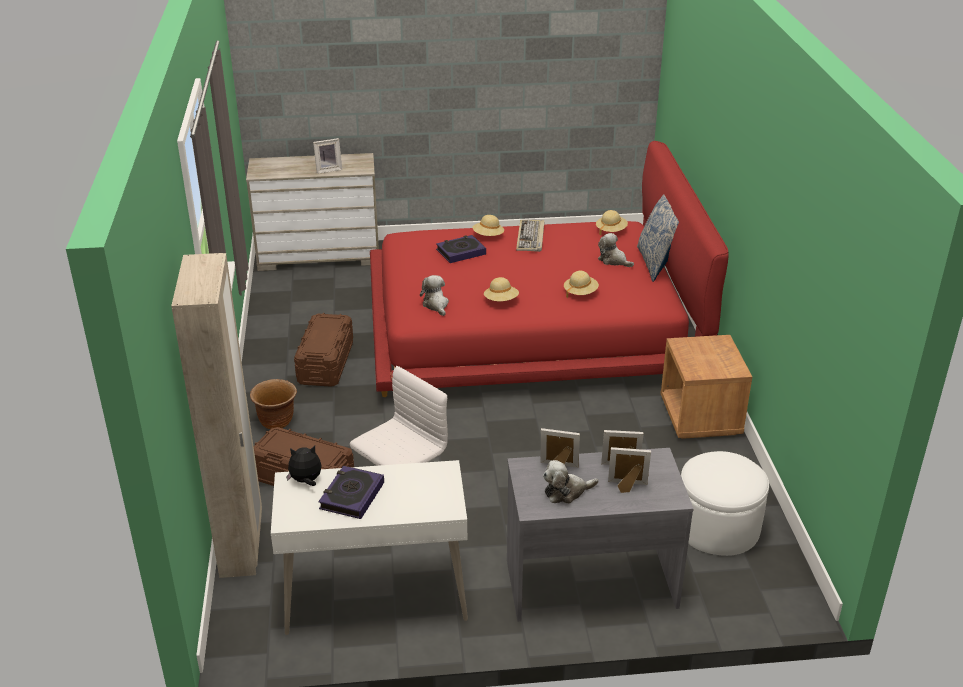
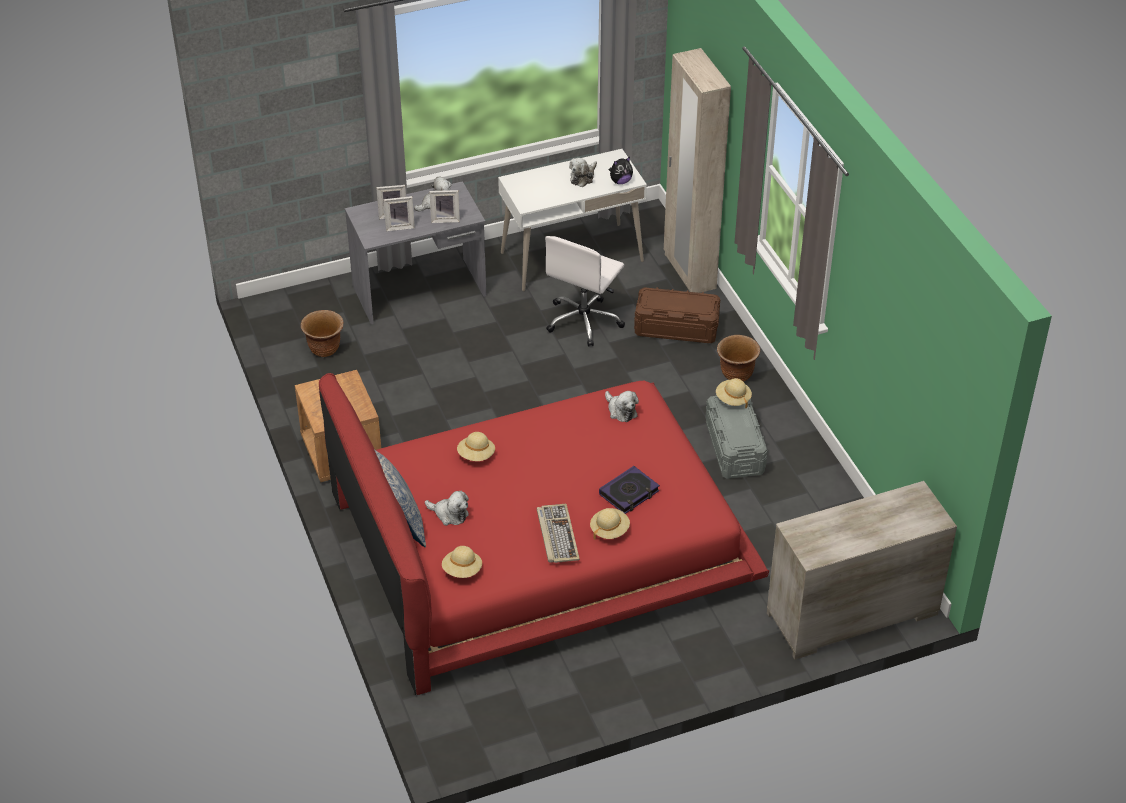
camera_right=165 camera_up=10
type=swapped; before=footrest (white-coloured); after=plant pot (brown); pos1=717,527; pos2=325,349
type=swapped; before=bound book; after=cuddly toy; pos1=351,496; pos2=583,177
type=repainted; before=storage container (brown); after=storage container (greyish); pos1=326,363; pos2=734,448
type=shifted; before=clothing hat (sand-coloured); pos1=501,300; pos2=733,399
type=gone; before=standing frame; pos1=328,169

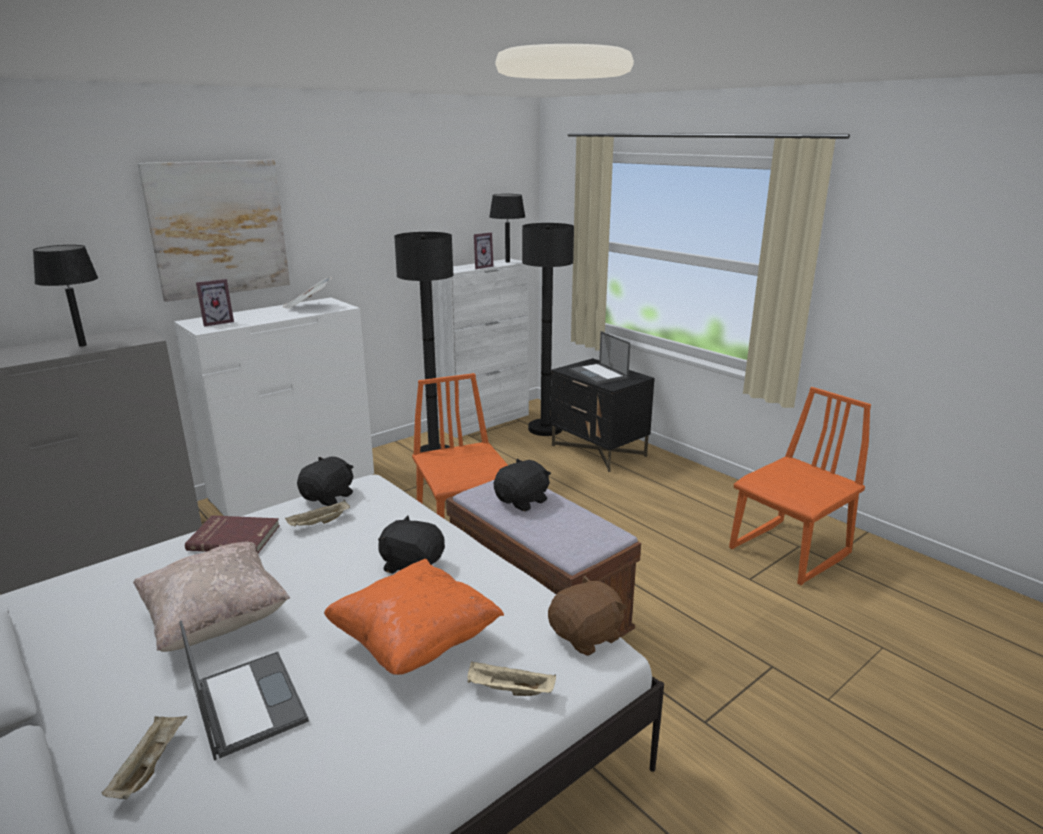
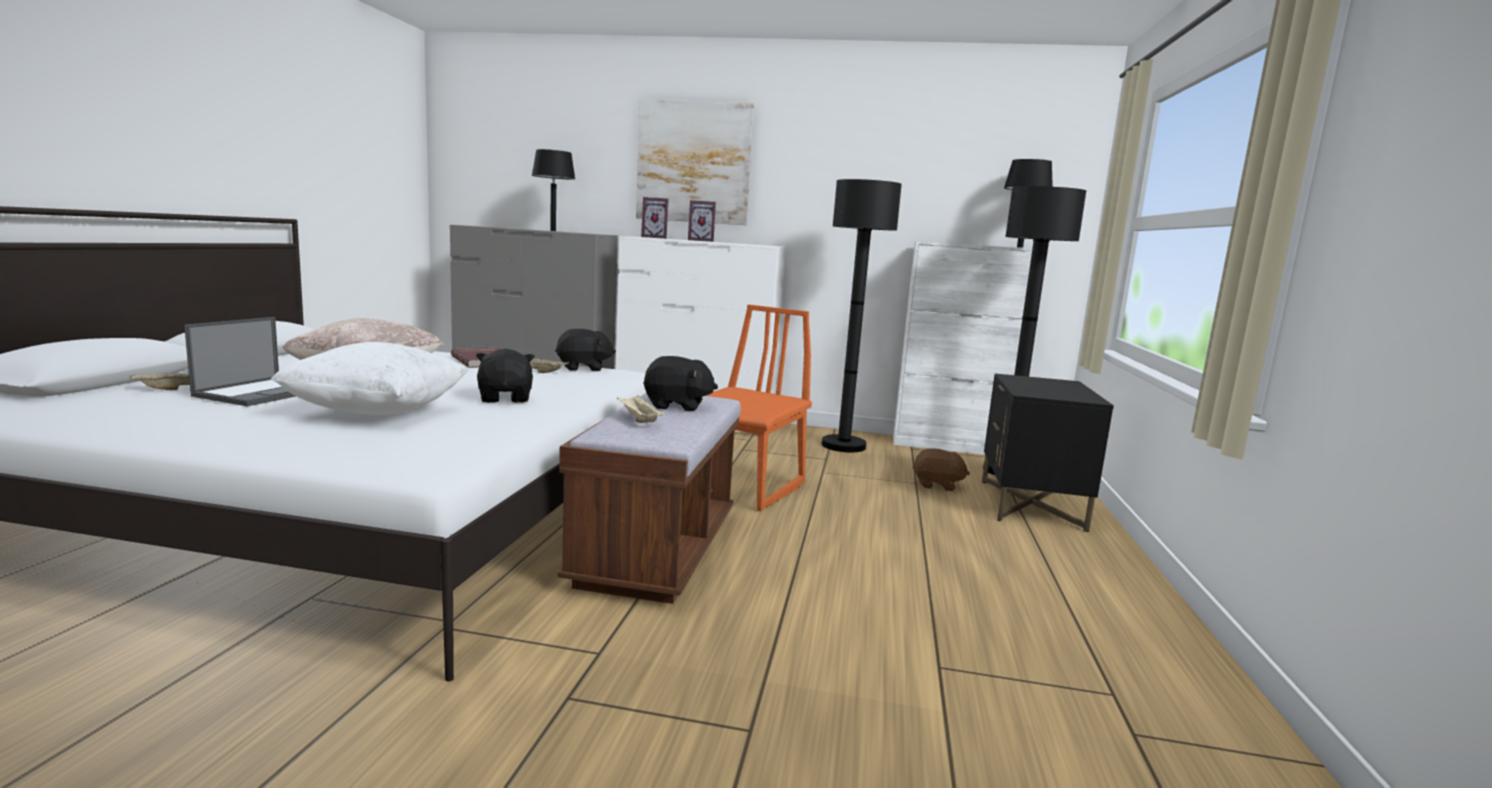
camera_right=50 camera_up=-10
type=repainted; before=throw pillow (orange); after=throw pillow (white-coloured); pos1=415,642; pos2=377,412
type=shifted; before=carrying tray (sand-coloured); pos1=509,691; pos2=638,419
type=shifted; before=standing frame; pos1=480,267; pos2=702,241
type=shifted; before=cuddly toy (brown); pos1=586,636; pos2=937,485
type=gone; before=daily paper; pos1=307,307
type=gone; before=laptop; pos1=599,374
type=gone; before=chair (orange); pos1=790,552

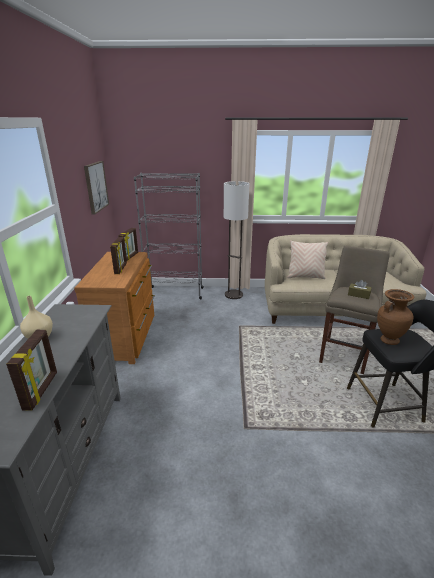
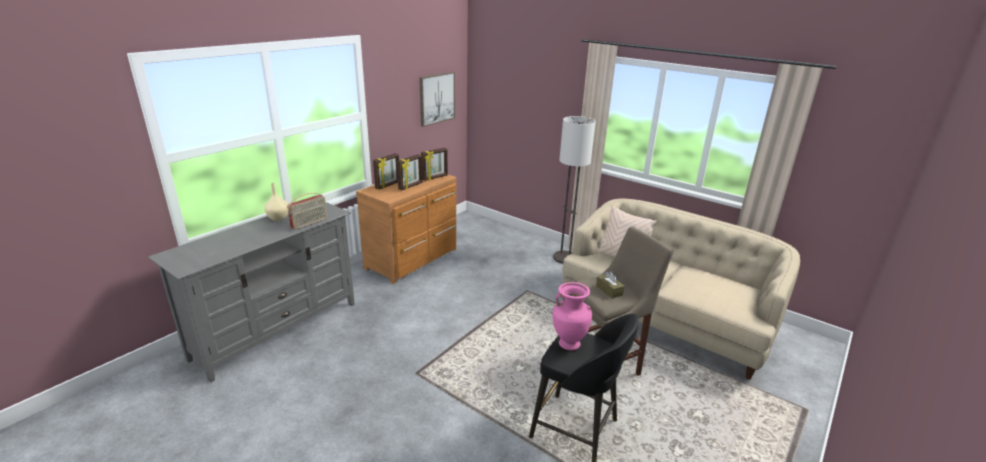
camera_right=35 camera_up=0
type=new; after=radio; pos2=309,223
type=shifted; before=standing frame; pos1=42,390; pos2=388,185
type=repainted; before=flower vase (brown); after=flower vase (pinkish); pos1=388,340; pos2=569,344
type=gone; before=shelving unit (greyish); pos1=175,293

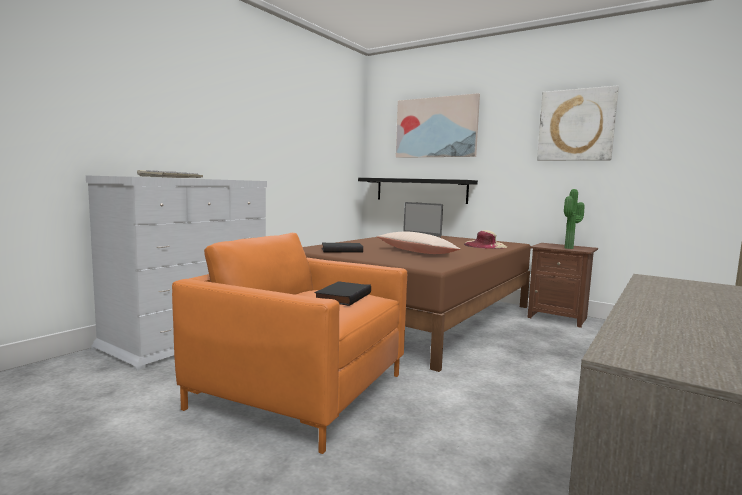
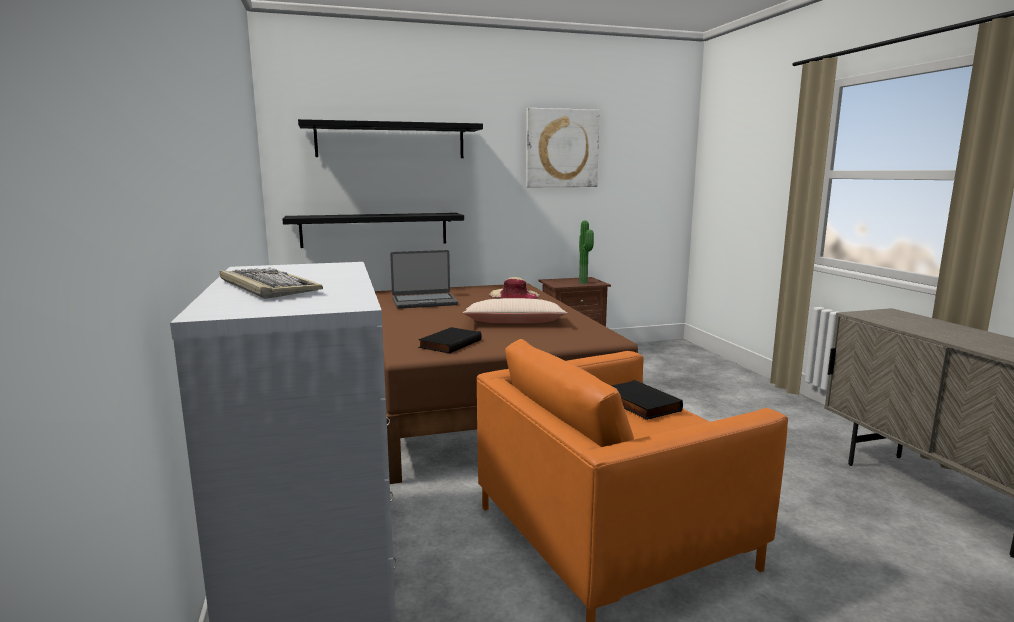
camera_right=-50 camera_up=5
type=swapped; before=picture; after=shelf (black-coloured); pos1=436,127; pos2=391,141

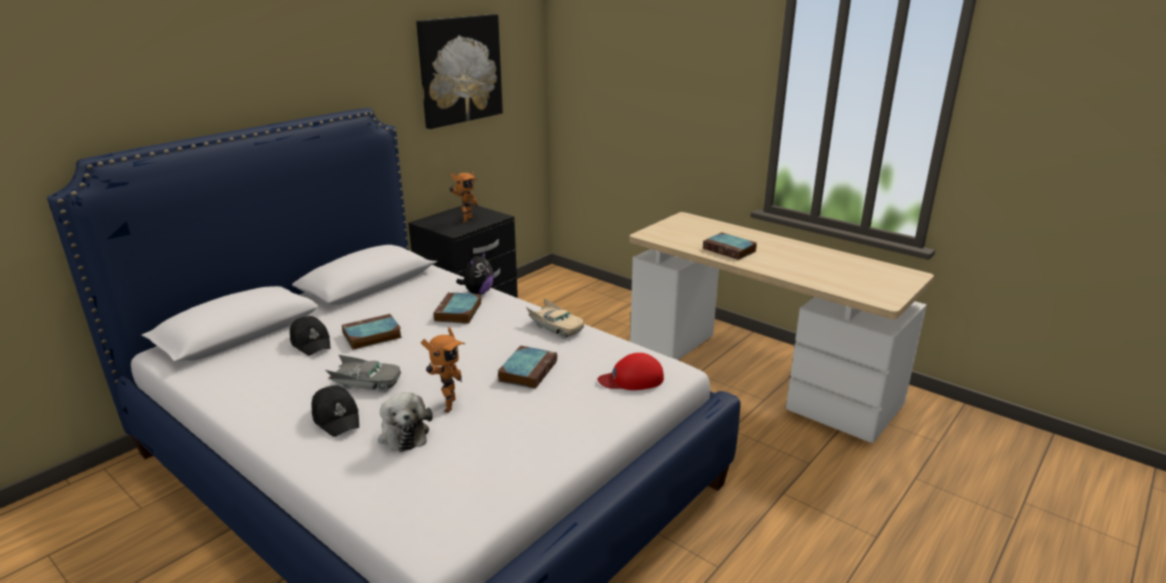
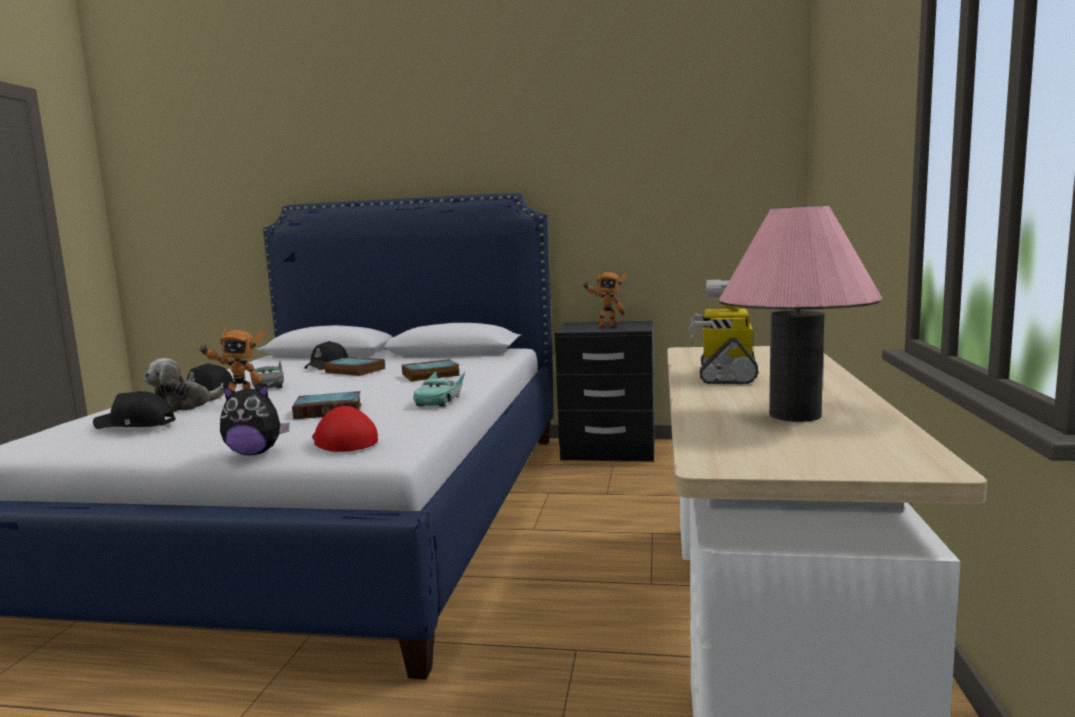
camera_right=60 camera_up=-15
type=new; after=peaked cap (black-coloured); pos2=135,424
type=shifted; before=cuddly toy; pos1=478,292; pos2=255,453
type=repainted; before=miniature car (sand-coloured); after=miniature car (turquoise); pos1=556,327; pos2=440,400
type=swapped; before=bound book; after=toy robot; pos1=730,250; pos2=725,375
type=new; after=table lamp (pinkish); pos2=795,415
type=gone; before=picture; pos1=460,70

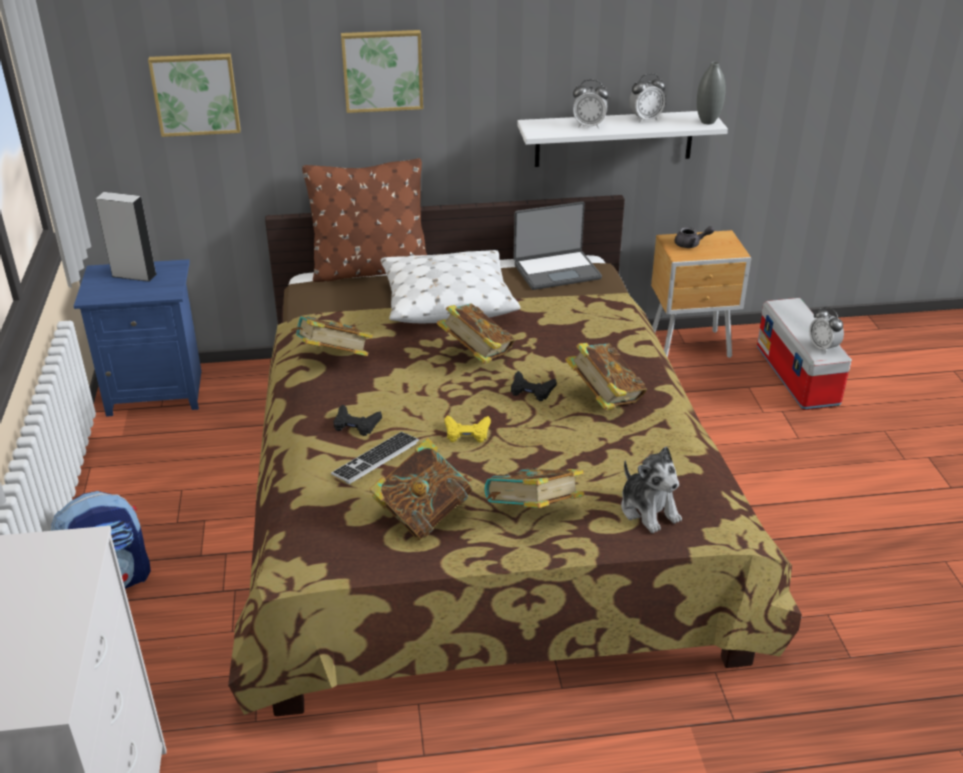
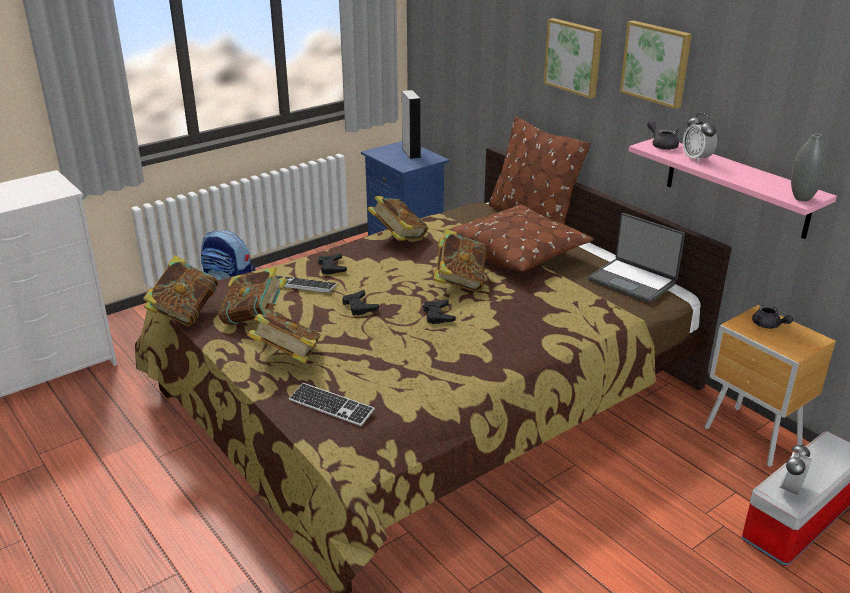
camera_right=60 camera_up=-5
type=shifted; before=bound book; pos1=604,398; pos2=185,313
type=swapped; before=cuddly toy; after=PC keyboard; pos1=648,510; pos2=331,406
type=repainted; before=game controller (yellowish); after=game controller (black-coloured); pos1=467,433; pos2=359,306
type=repainted; before=throw pillow (white-coloured); after=throw pillow (brown); pos1=447,301; pos2=519,251
type=shifted; before=picture; pos1=195,93; pos2=657,63
type=repainted; before=shelf (white-coloured); after=shelf (pinkish); pos1=614,138; pos2=737,187
type=new; after=teapot (greyish); pos2=662,145
type=gone; before=bedside clock; pos1=645,119

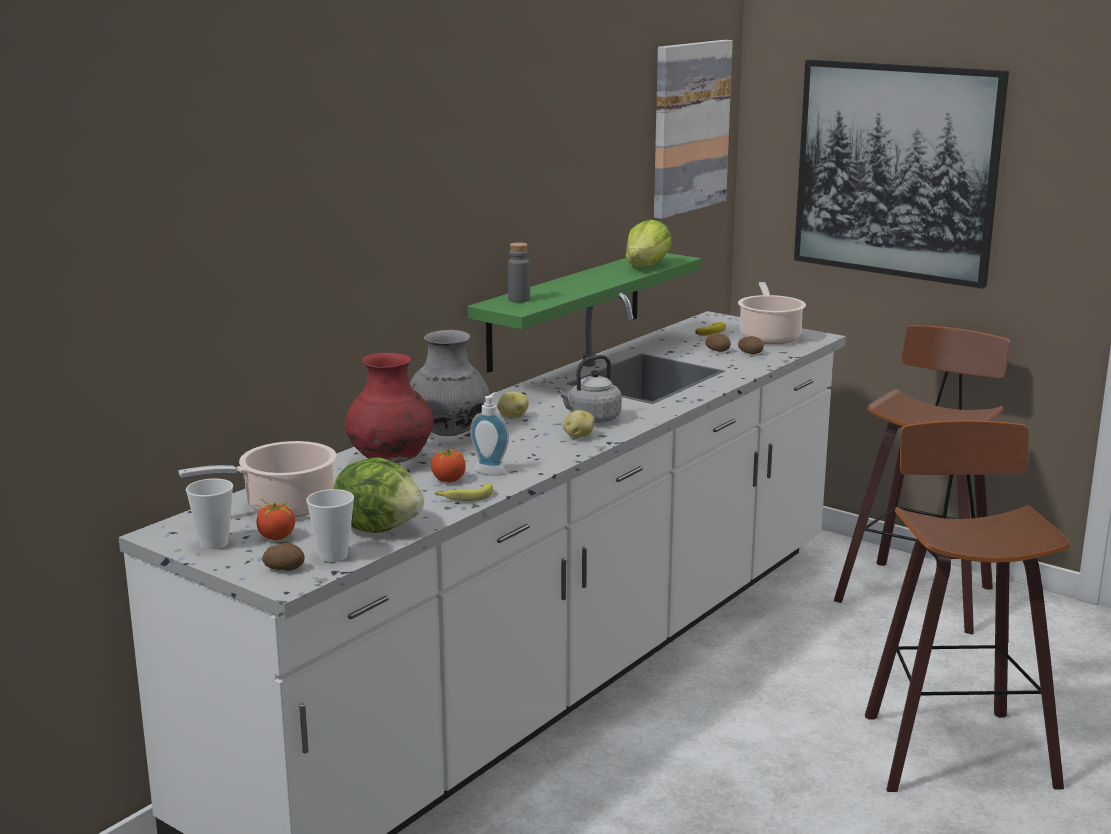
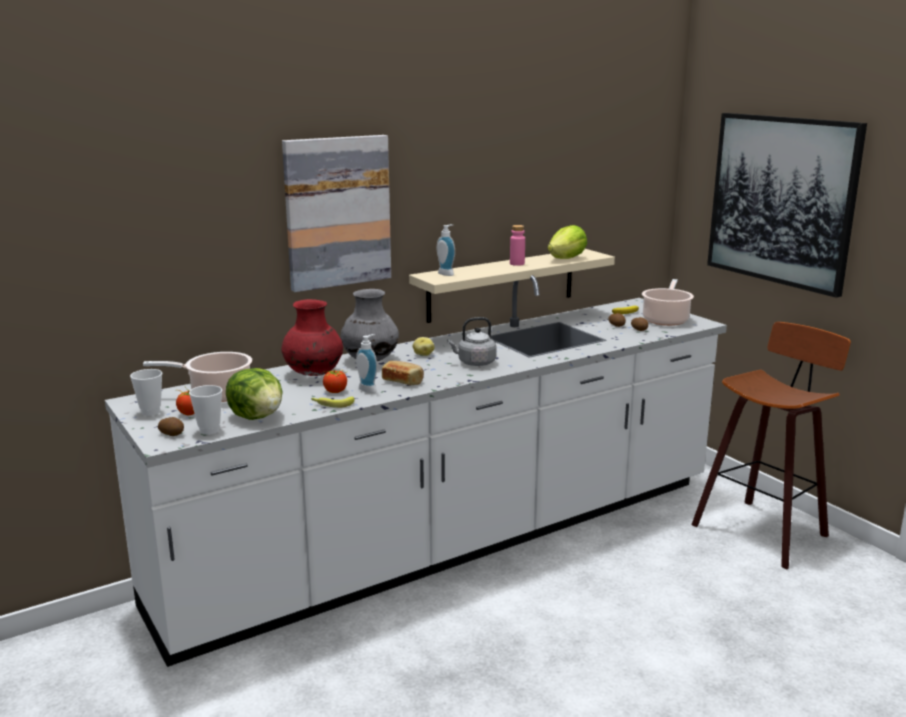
camera_right=20 camera_up=0
type=shifted; before=picture; pos1=689,127; pos2=337,212
type=new; after=bread; pos2=403,381
type=repainted; before=shelf (greenish); after=shelf (sand-coloured); pos1=566,309; pos2=502,285
type=swapped; before=drink bottle (greyish); after=soap bottle; pos1=519,300; pos2=447,273
type=new; after=drink bottle (pinkish); pos2=517,264
type=gone; before=whole potato; pos1=578,436
type=gone; before=stool seat; pos1=951,747

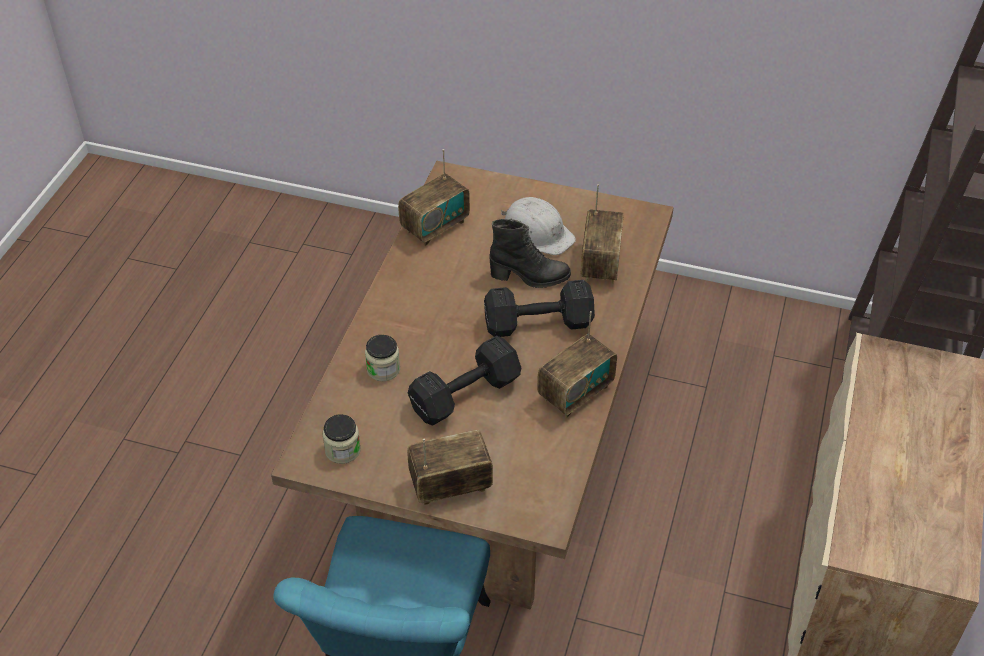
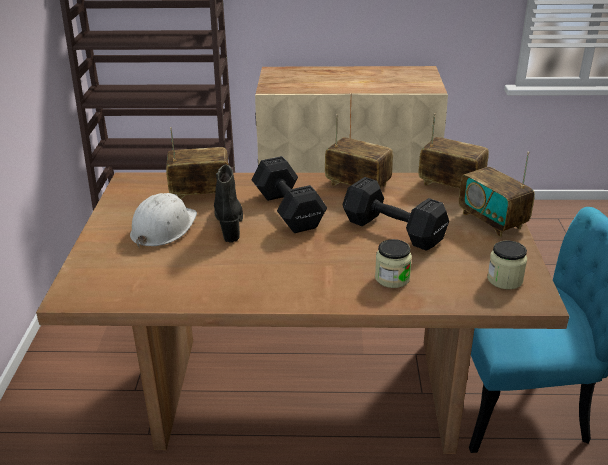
camera_right=-105 camera_up=-15
type=shifted; before=radio; pos1=435,227; pos2=450,185

